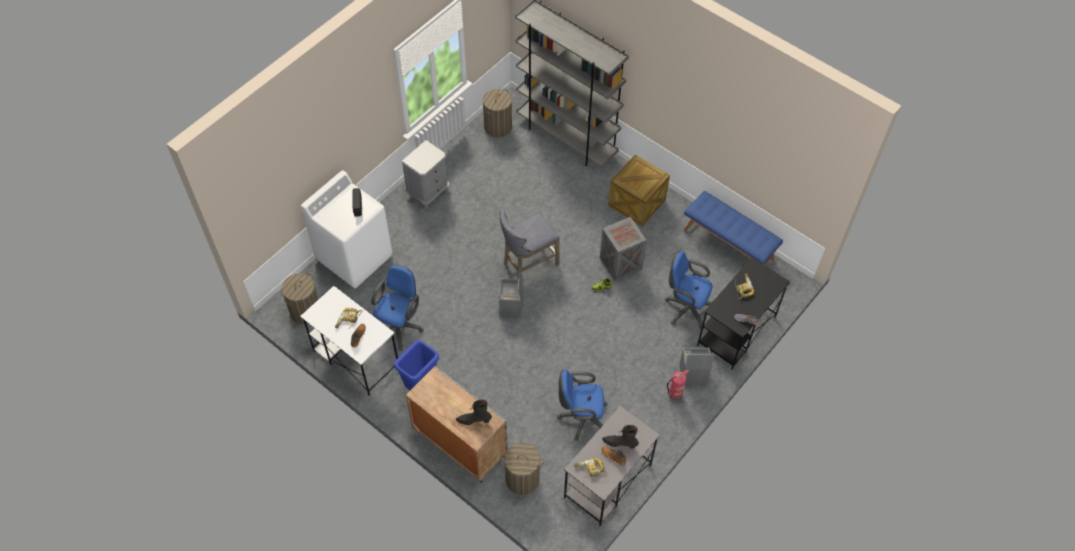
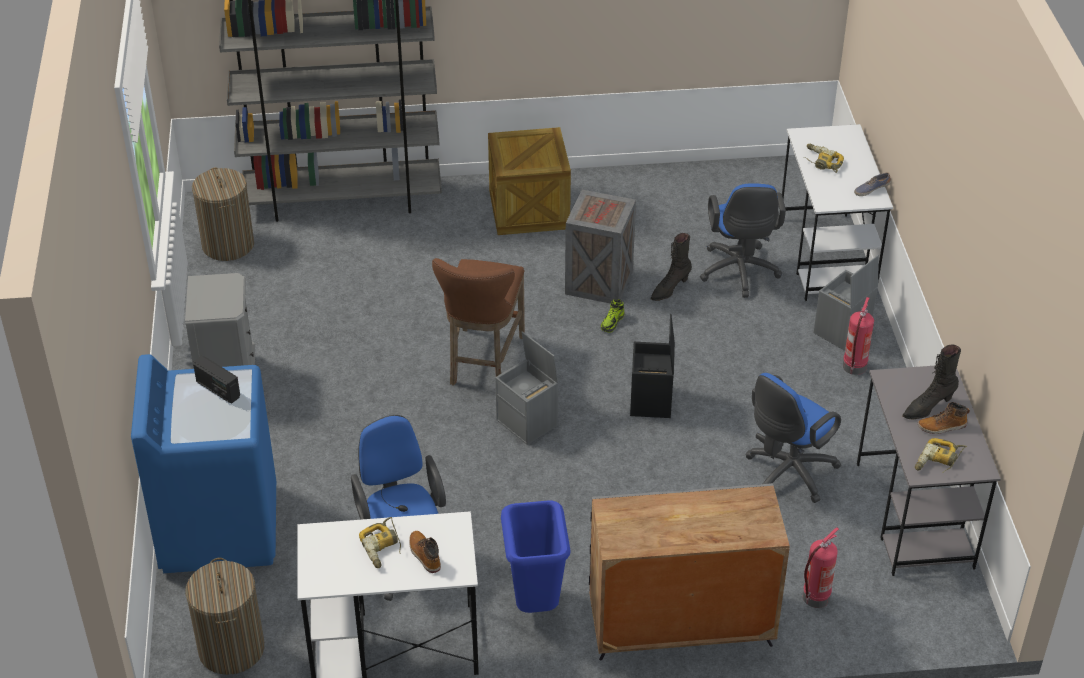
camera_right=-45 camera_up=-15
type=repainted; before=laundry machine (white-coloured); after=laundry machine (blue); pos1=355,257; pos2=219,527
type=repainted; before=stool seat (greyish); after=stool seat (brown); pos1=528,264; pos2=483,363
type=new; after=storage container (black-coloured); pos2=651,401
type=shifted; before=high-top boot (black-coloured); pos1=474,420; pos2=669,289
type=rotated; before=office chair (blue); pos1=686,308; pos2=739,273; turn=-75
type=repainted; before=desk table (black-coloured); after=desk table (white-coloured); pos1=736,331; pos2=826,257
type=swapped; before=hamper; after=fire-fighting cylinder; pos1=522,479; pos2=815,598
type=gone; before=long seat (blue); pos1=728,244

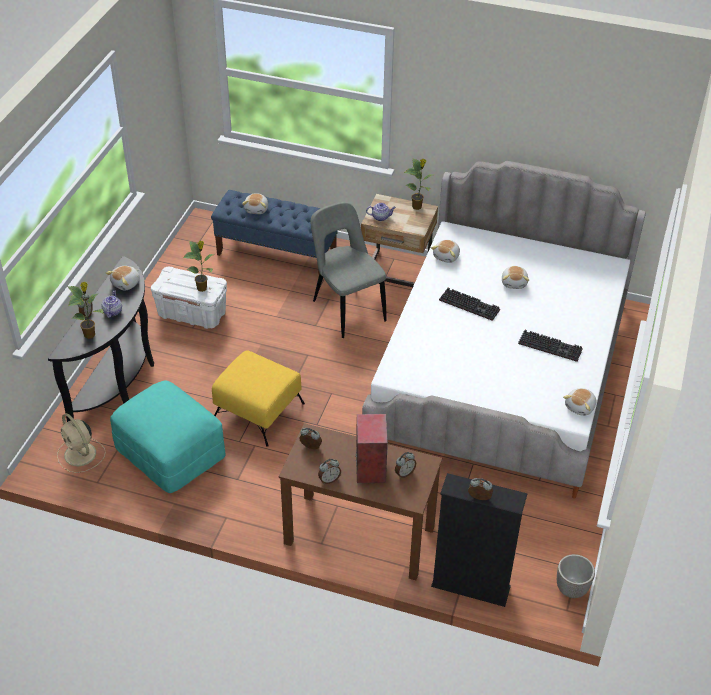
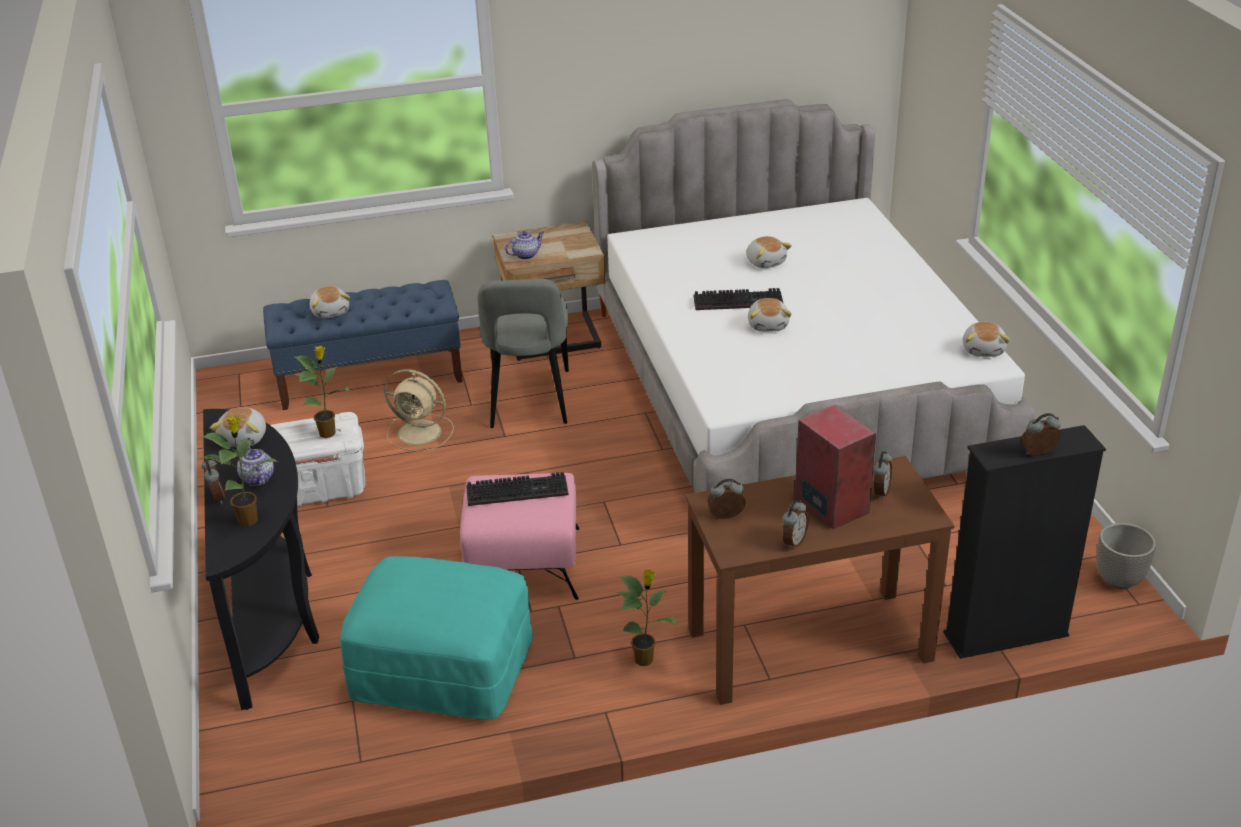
camera_right=-30 camera_up=-10
type=shifted; before=fan (sand-coloured); pos1=81,455; pos2=421,433
type=repainted; before=footrest (yellowish); after=footrest (pinkish); pos1=258,411; pos2=522,564
type=shifted; before=PC keyboard; pos1=551,346; pos2=518,490
type=rotated; before=chair (greyish); pos1=347,309; pos2=529,402; turn=-120
type=shifted; before=houseplant; pos1=417,207; pos2=645,659
type=shifted; before=cuddly toy; pos1=447,256; pos2=768,325

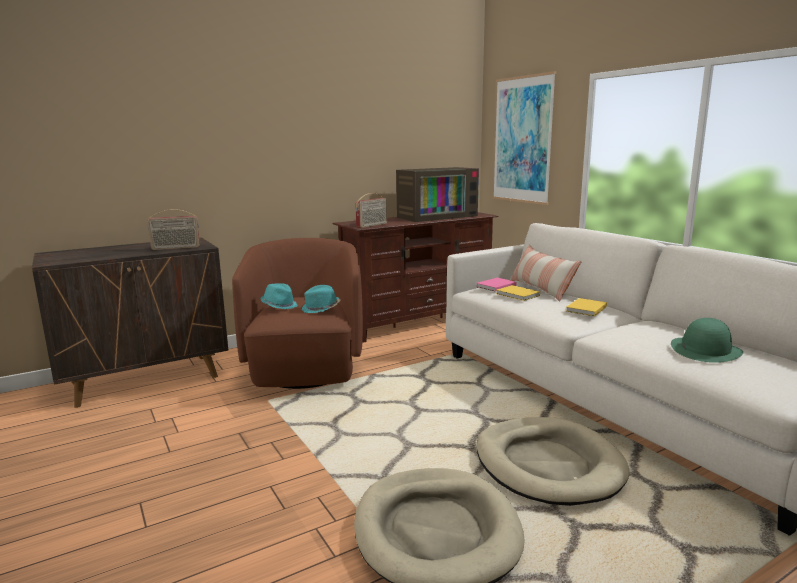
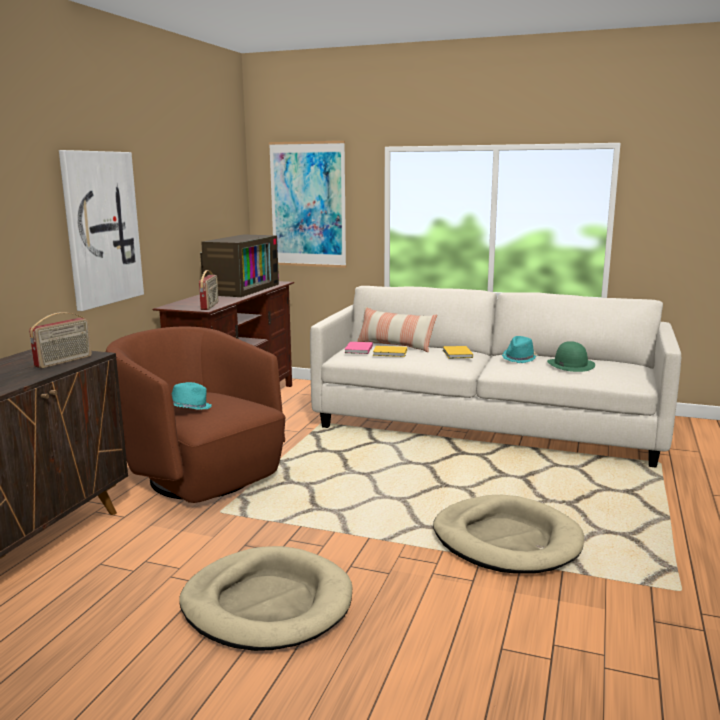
camera_right=-40 camera_up=0
type=new; after=picture; pos2=101,228
type=shifted; before=pet bed (sand-coloured); pos1=548,465; pos2=267,604
type=shifted; before=clothing hat (turquoise); pos1=321,309; pos2=519,358

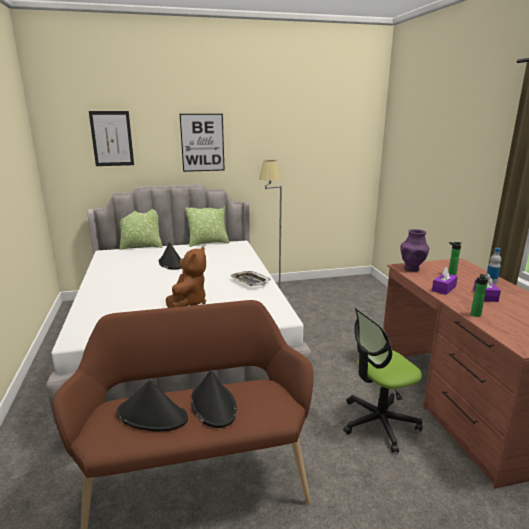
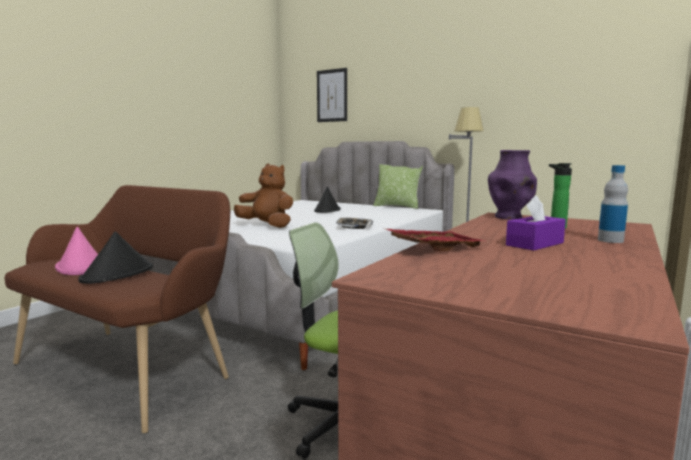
camera_right=45 camera_up=-10
type=repainted; before=clothing hat (black-coloured); after=clothing hat (pinkish); pos1=152,416; pos2=81,266
type=rotated; before=cuddly toy (brown); pos1=188,302; pos2=267,226; turn=-120
type=swapped; before=drink bottle; after=carrying tray (red); pos1=476,315; pos2=434,248
type=gone; before=throw pillow; pos1=141,247
type=gone; before=picture; pos1=202,142
type=gone; before=tissue box (purple-coloured); pos1=444,288

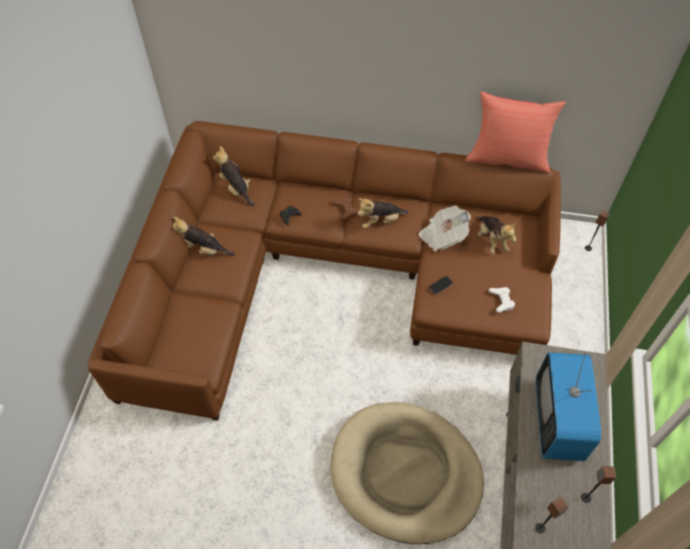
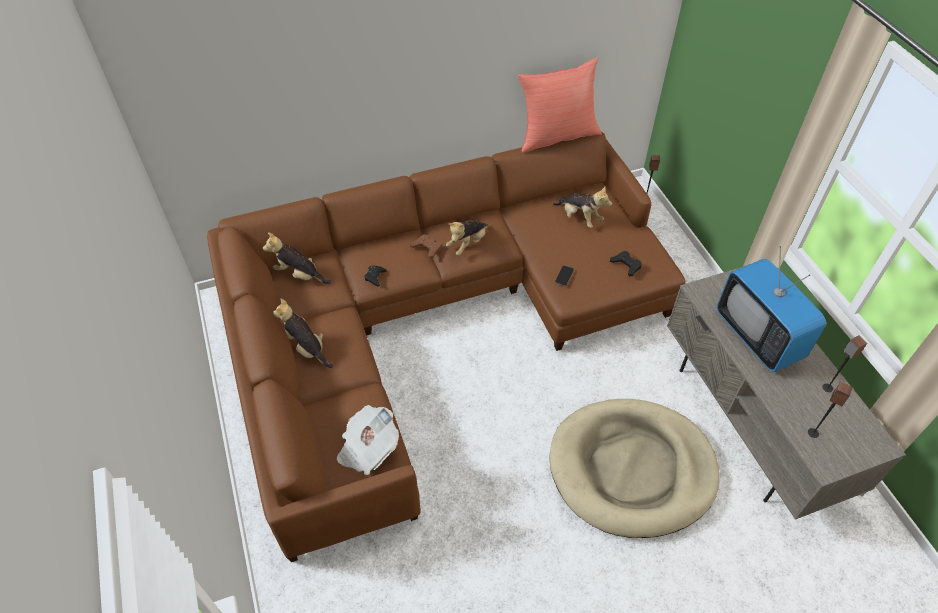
camera_right=-30 camera_up=-5
type=rotated; before=cuddly toy; pos1=203,249; pos2=306,347; turn=60
type=shifted; before=daily paper; pos1=443,236; pos2=368,448
type=repainted; before=game controller (white-coloured); after=game controller (black-coloured); pos1=501,300; pos2=626,265

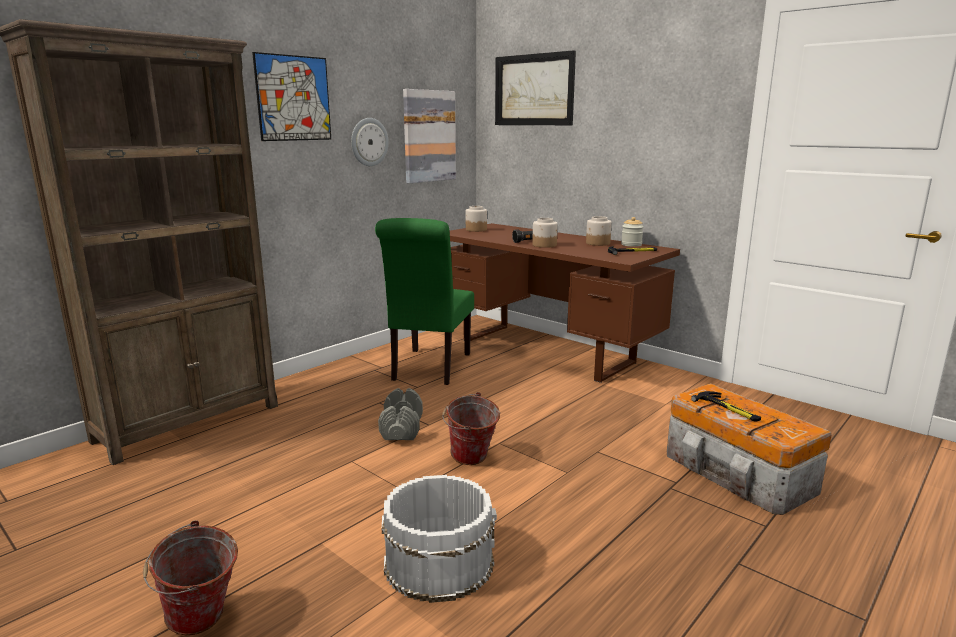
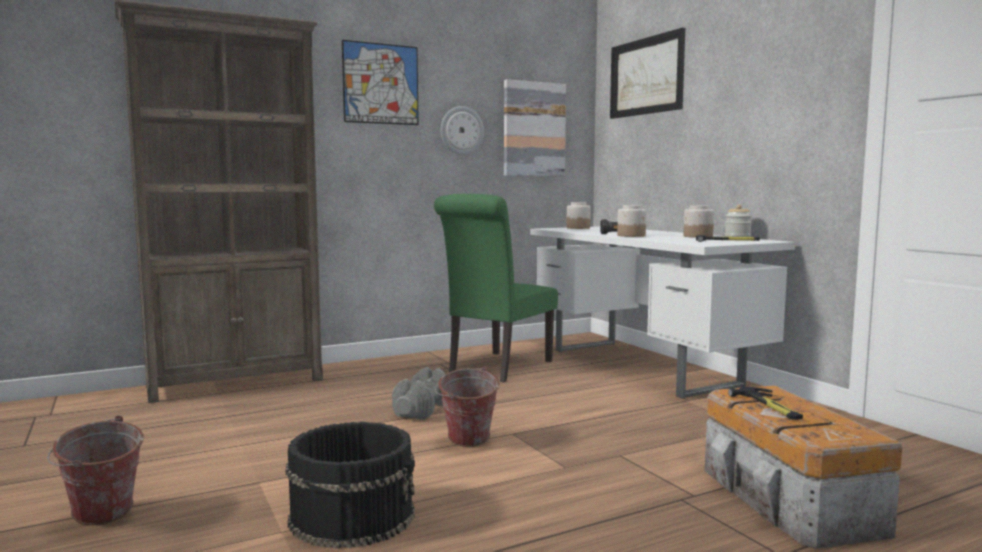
camera_right=20 camera_up=-10
type=repainted; before=bucket (white-coloured); after=bucket (black-coloured); pos1=439,562; pos2=353,516
type=repainted; before=desk table (brown); after=desk table (white-coloured); pos1=546,351; pos2=642,367

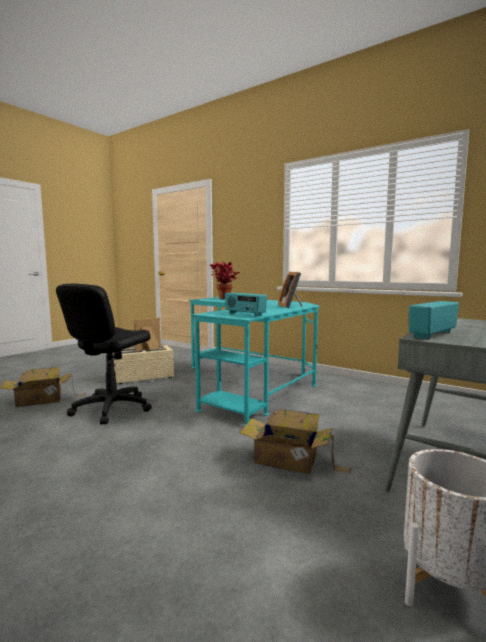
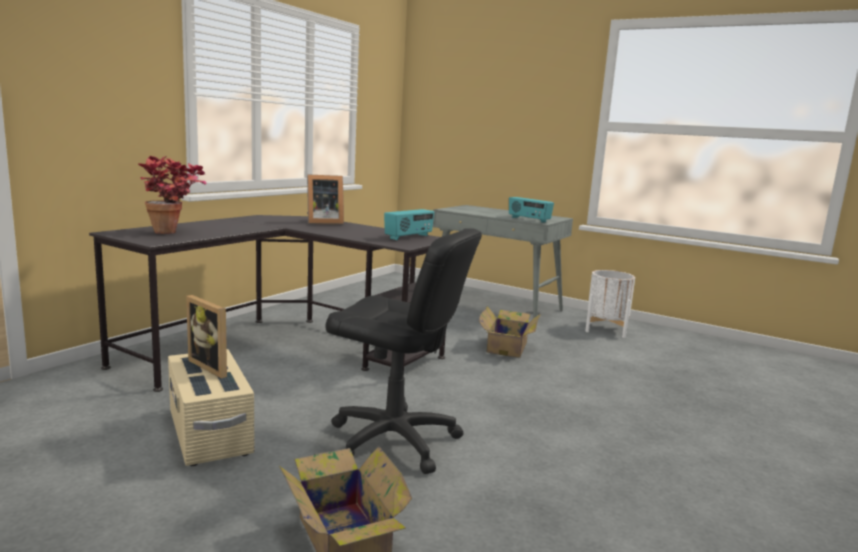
camera_right=-95 camera_up=5
type=repainted; before=desk table (turquoise); after=desk table (black-coloured); pos1=252,382; pos2=284,349

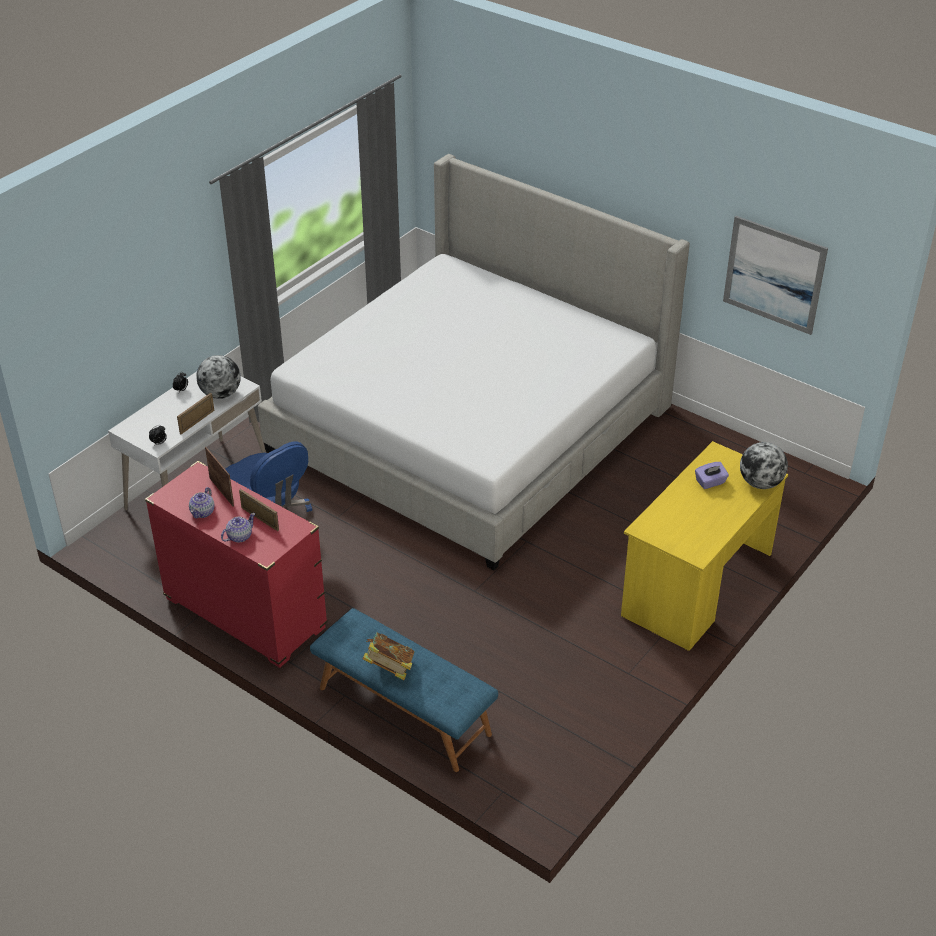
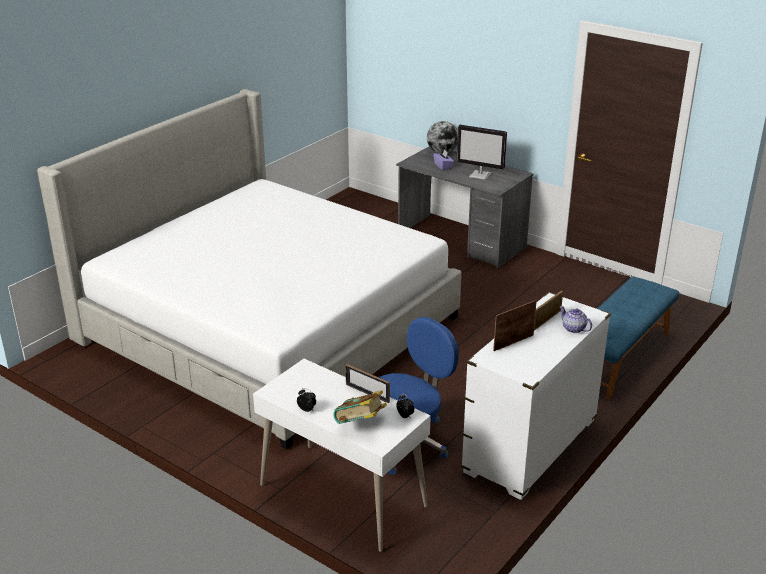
camera_right=-90 camera_up=-10
type=shifted; before=bound book; pos1=389,668; pos2=360,424
type=repainted; before=desk table (yellowish); after=desk table (greyish); pos1=697,585; pos2=461,241
type=new; after=monitor; pos2=480,175
type=repainted; before=chest of drawers (red); after=chest of drawers (white-coloured); pos1=245,613; pos2=530,446
type=gone; before=teapot; pos1=203,512
type=gone; before=desk globe; pos1=220,394
type=gone; before=picture; pos1=774,275

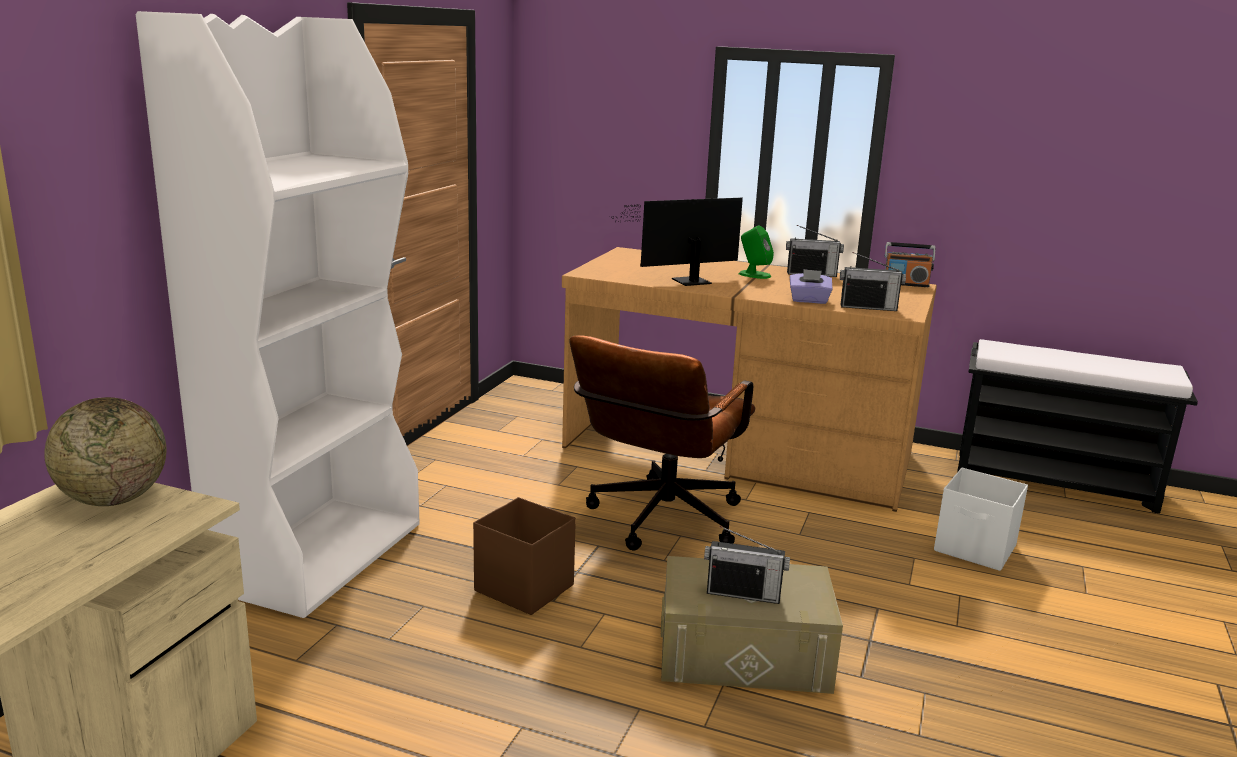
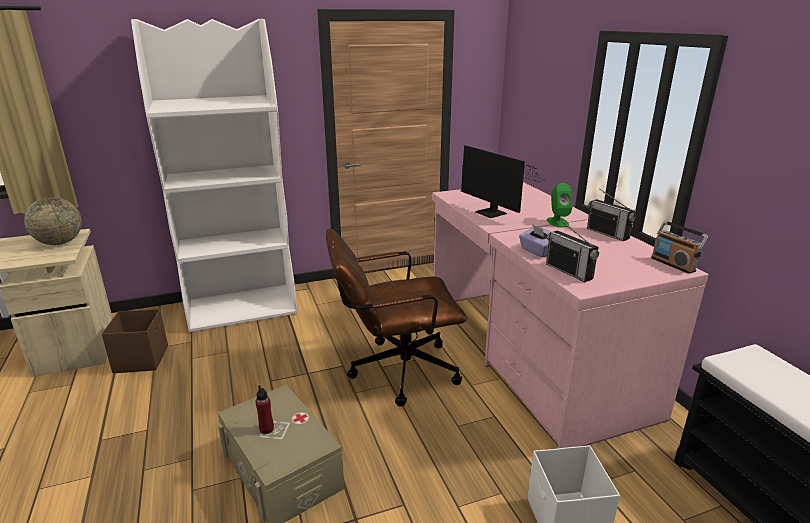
camera_right=50 camera_up=5
type=shifted; before=storage container (brown); pos1=523,587; pos2=142,359
type=swapped; before=radio; after=drink bottle (red); pos1=743,594; pos2=266,429
type=repainted; before=desk table (brown); after=desk table (pinkish); pos1=737,452; pos2=529,353
type=rotated; before=monitor; pos1=685,281; pos2=493,214; turn=-150

